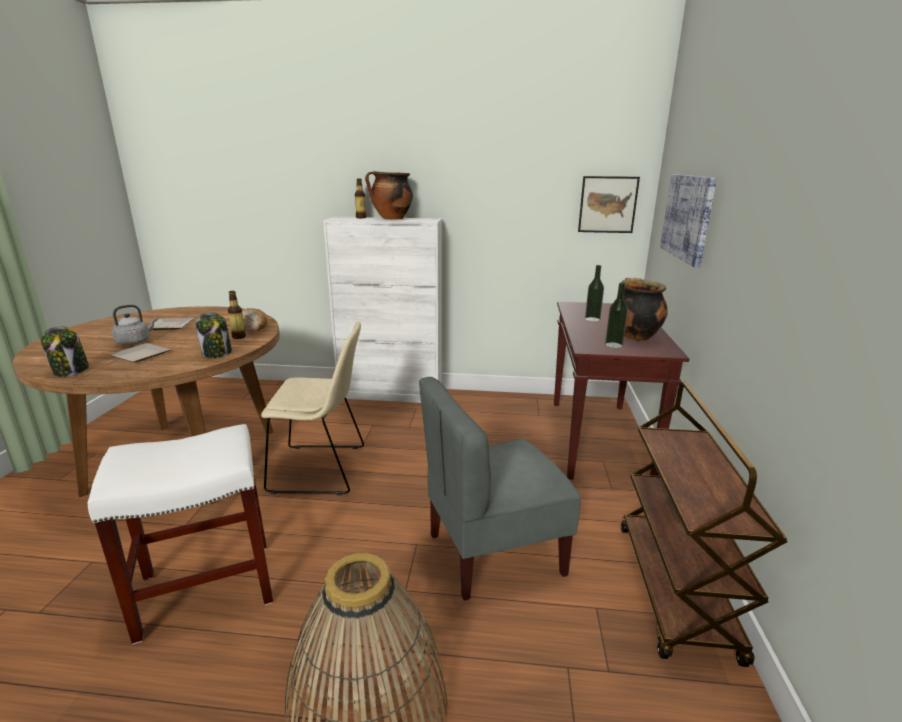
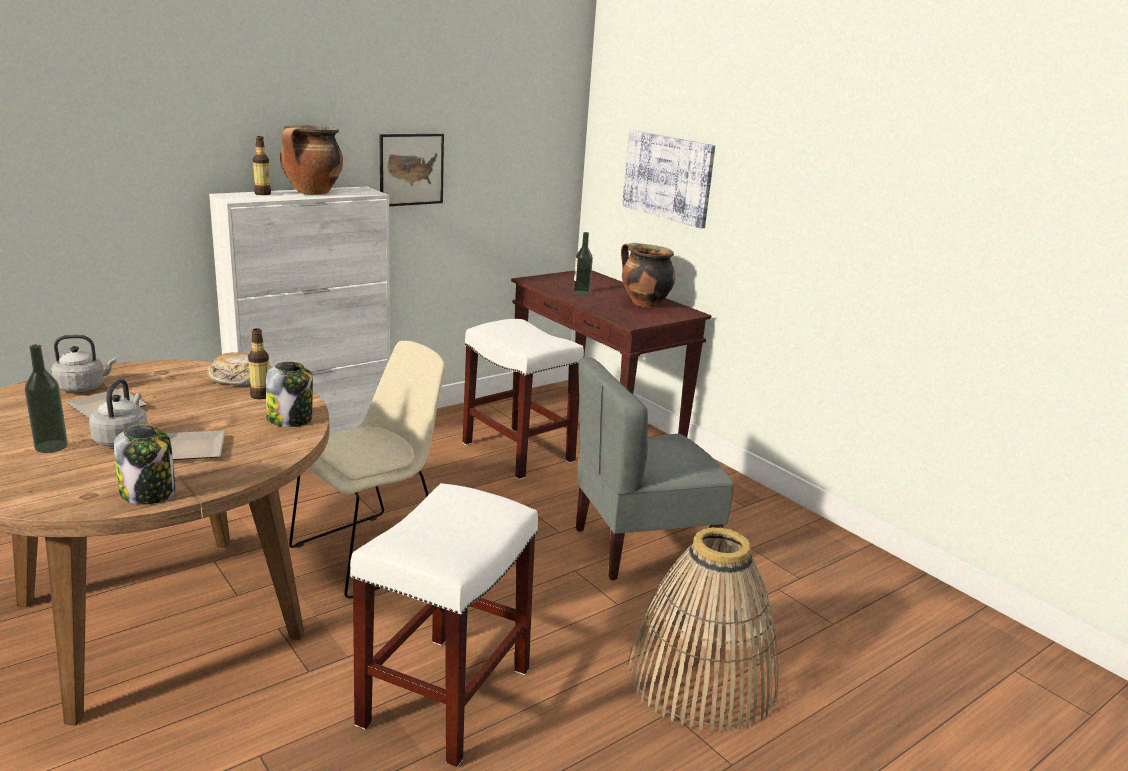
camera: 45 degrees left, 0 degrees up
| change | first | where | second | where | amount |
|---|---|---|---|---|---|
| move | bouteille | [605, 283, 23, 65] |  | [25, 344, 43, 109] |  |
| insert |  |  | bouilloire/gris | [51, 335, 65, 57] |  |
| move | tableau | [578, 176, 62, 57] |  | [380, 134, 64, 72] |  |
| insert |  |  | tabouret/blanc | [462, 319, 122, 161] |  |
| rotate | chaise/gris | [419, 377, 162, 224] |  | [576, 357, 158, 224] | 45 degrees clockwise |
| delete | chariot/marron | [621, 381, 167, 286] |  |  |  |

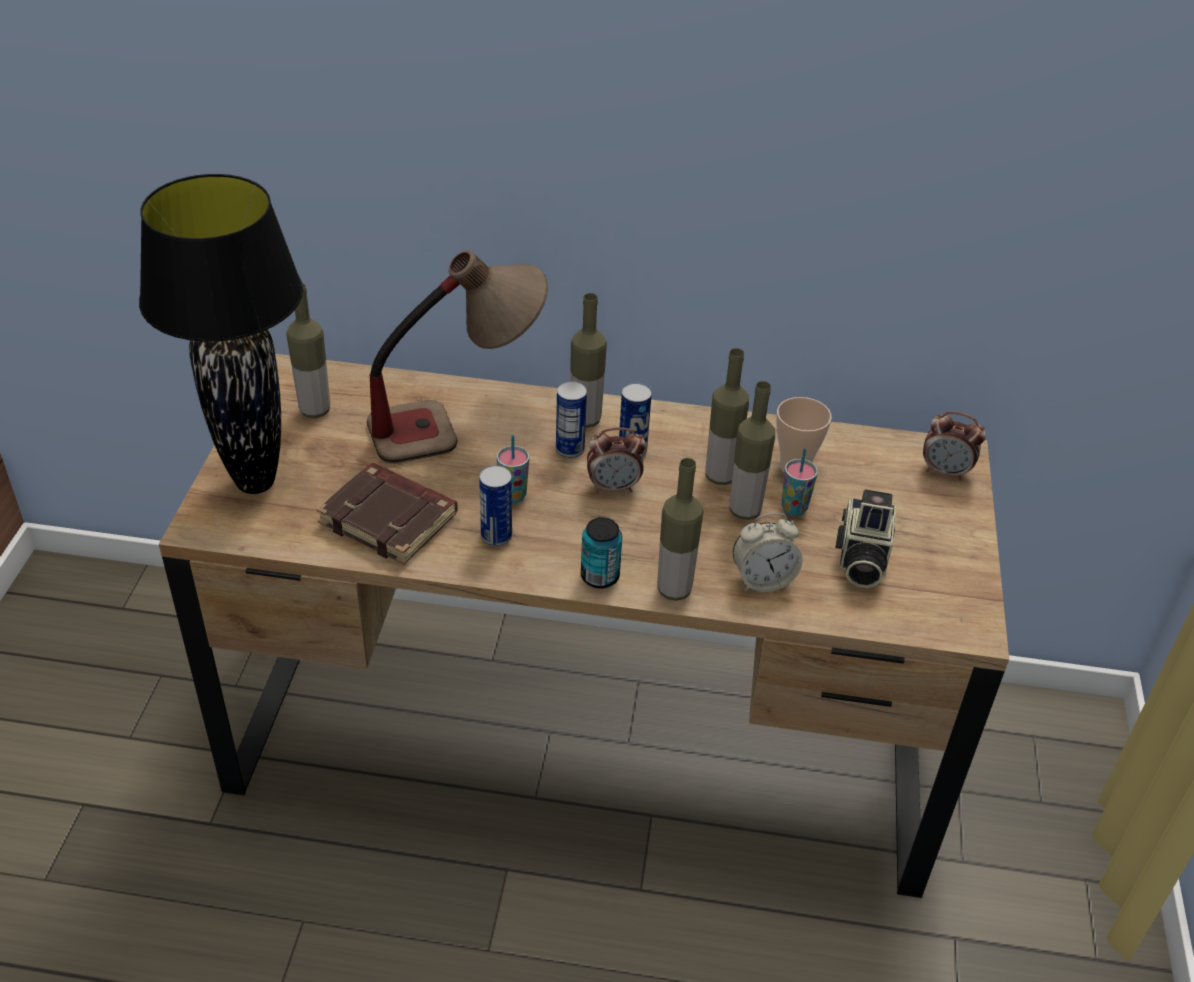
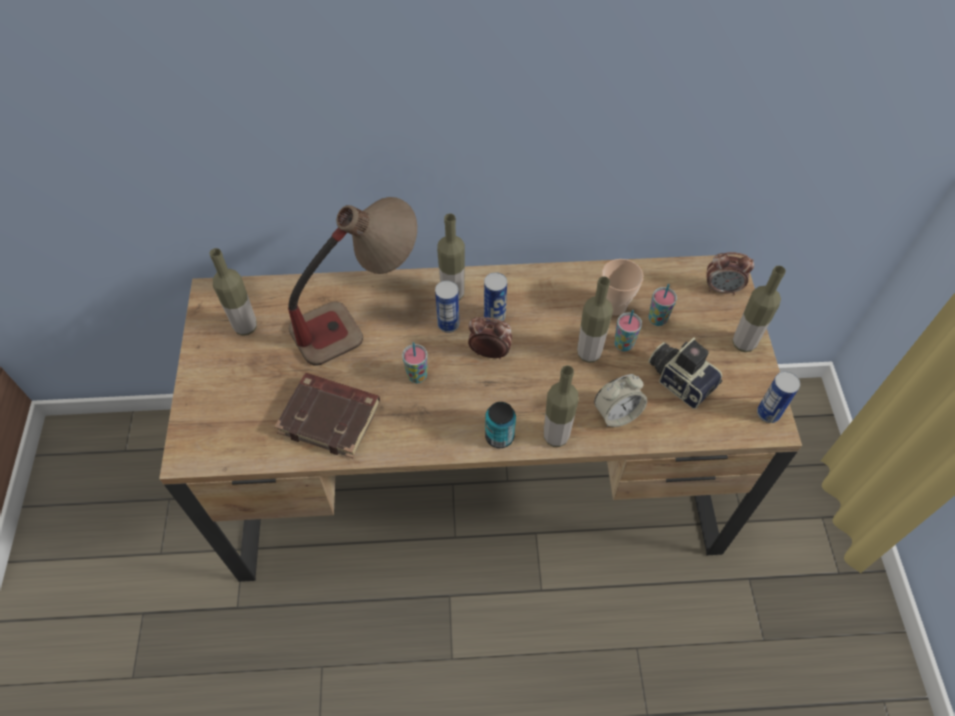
camera: 10 degrees left, 15 degrees up
| change | first | where | second | where | amount |
|---|---|---|---|---|---|
| rotate | réveil | [587, 427, 59, 66] |  | [468, 317, 44, 42] | 150 degrees counterclockwise |
| insert |  |  | tasse | [649, 284, 28, 42] |  |
| rotate | appareil photo | [835, 489, 61, 99] |  | [649, 338, 73, 71] | 135 degrees clockwise |
| move | bouteille | [705, 348, 44, 137] |  | [732, 266, 54, 86] |  |
| move | boîte métallique | [479, 465, 33, 81] |  | [757, 371, 43, 52] |  |
| delete | lampe de table/noir | [139, 174, 164, 320] |  |  |  |

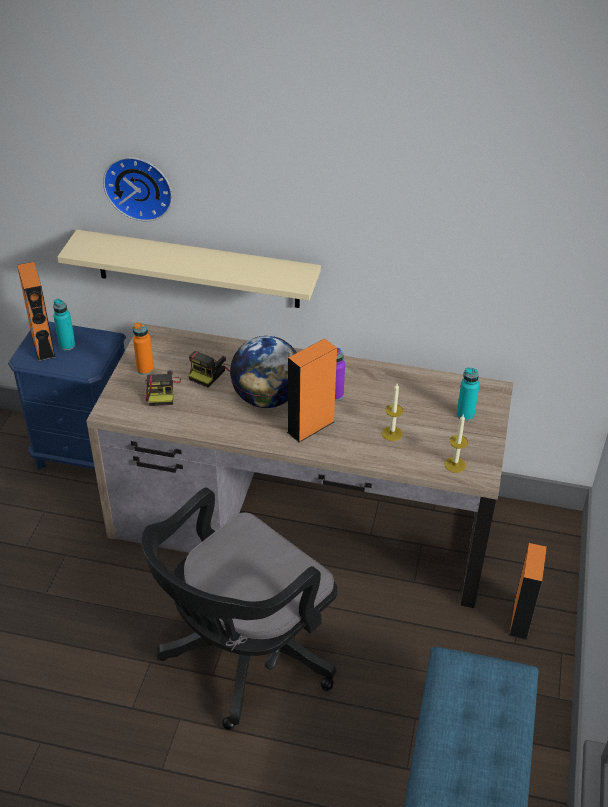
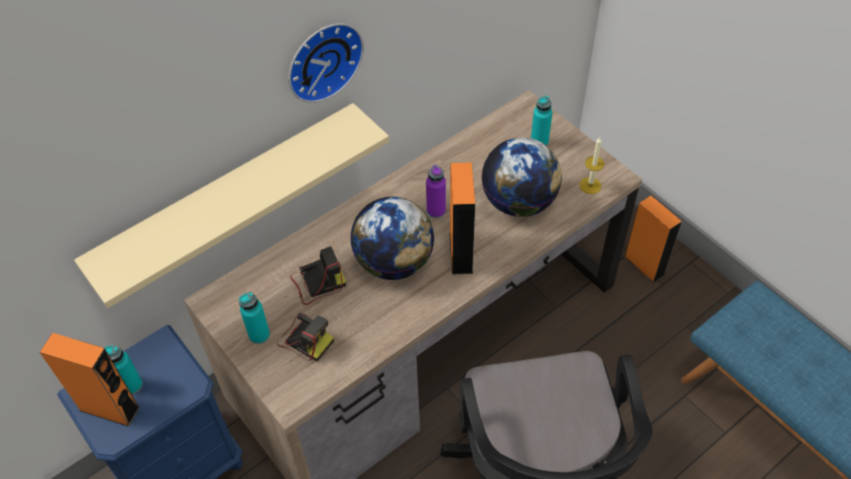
camera: 50 degrees left, 10 degrees up
| change | first | where | second | where | amount |
|---|---|---|---|---|---|
| recolor | bouteille/orange | [133, 322, 21, 53] | bouteille/turquoise | [239, 292, 31, 52] |  |
| move | horloge murale | [103, 157, 69, 65] |  | [289, 23, 75, 80] |  |
| rotate | appareil photo | [189, 351, 42, 37] |  | [290, 246, 56, 59] | 90 degrees counterclockwise |
| replace | bougie | [382, 384, 21, 57] | globe | [482, 137, 80, 80] |  |

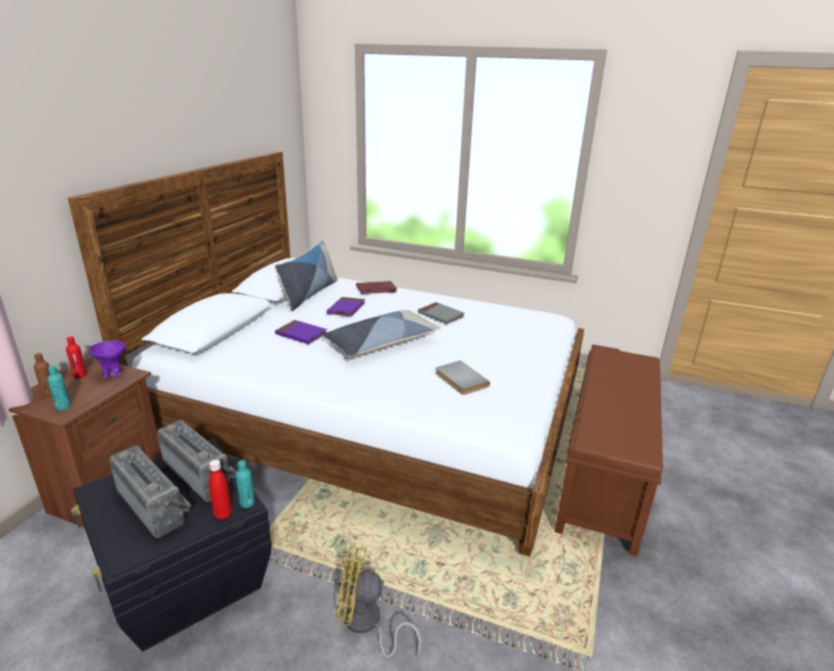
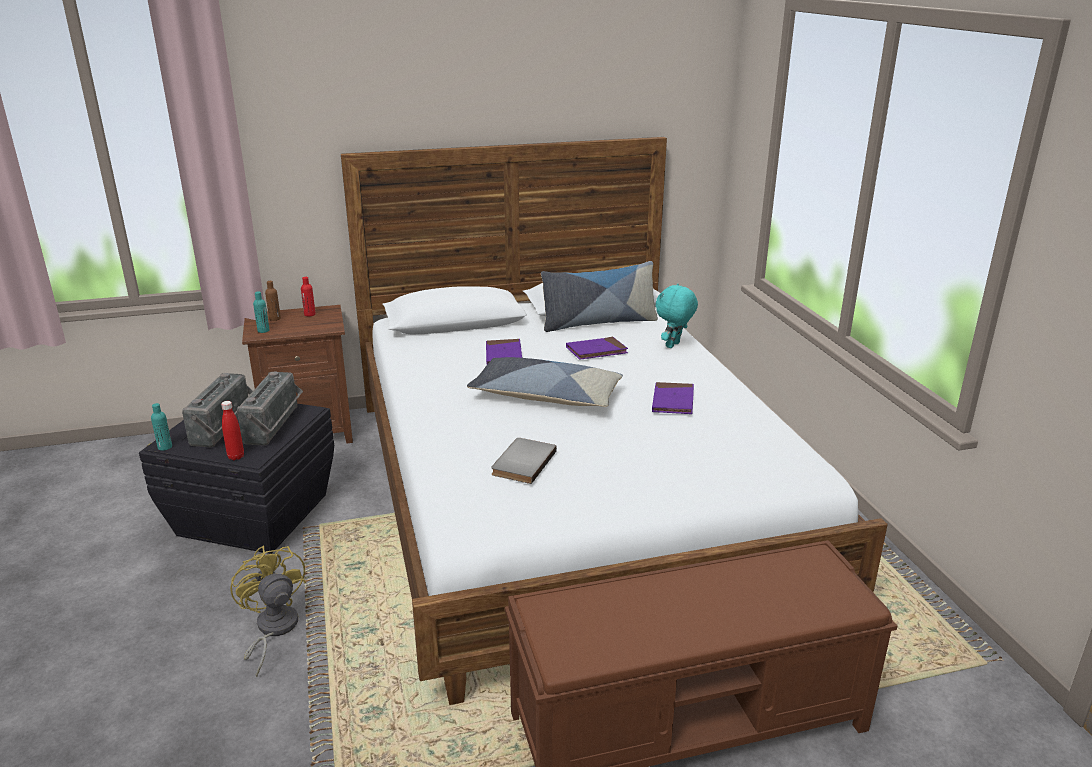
camera: 55 degrees right, 0 degrees up
| change | first | where | second | where | amount |
|---|---|---|---|---|---|
| move | bouteille/turquoise | [236, 460, 19, 48] |  | [151, 403, 21, 48] |  |
| recolor | livre/gris | [418, 302, 47, 22] | livre/violet | [652, 382, 42, 32] |  |
| replace | livre/rouge | [356, 281, 41, 13] | peluche/turquoise | [656, 284, 42, 64] |  |
| delete | bol/violet | [88, 340, 38, 38] |  |  |  |

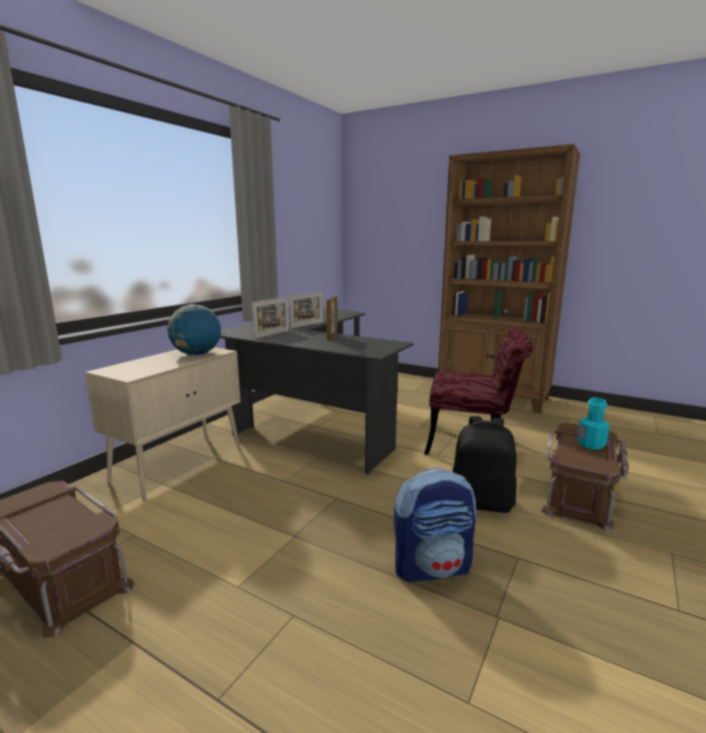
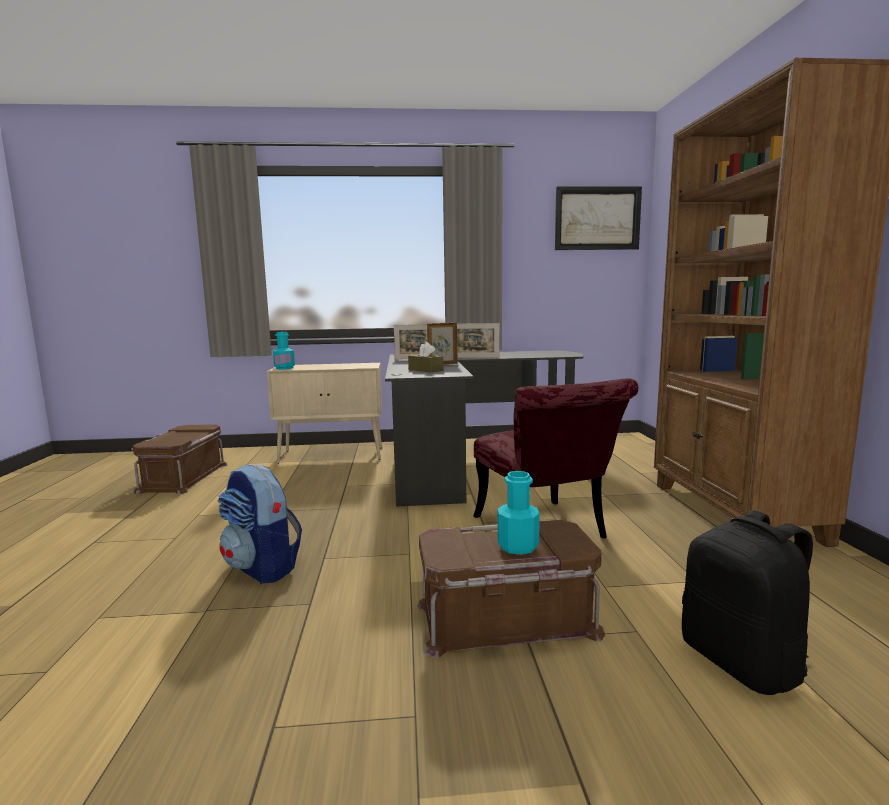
camera: 55 degrees right, 5 degrees down
| change | first | where | second | where | amount |
|---|---|---|---|---|---|
| insert |  |  | bouteille/turquoise | [273, 332, 22, 37] |  |
| insert |  |  | boîte à mouchoirs/marron | [408, 342, 36, 31] |  |
| insert |  |  | tableau | [555, 187, 87, 63] |  |
| move | sac à dos/noir | [453, 416, 64, 97] |  | [682, 510, 131, 185] |  |
| delete | globe | [167, 304, 54, 51] |  |  |  |

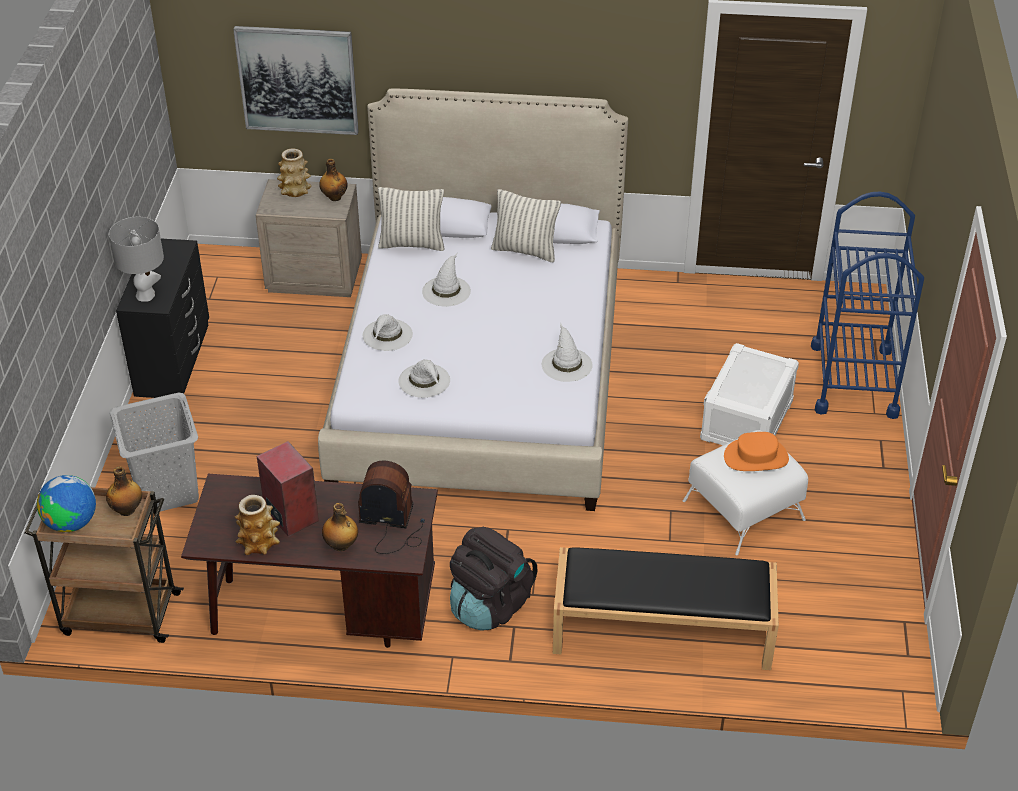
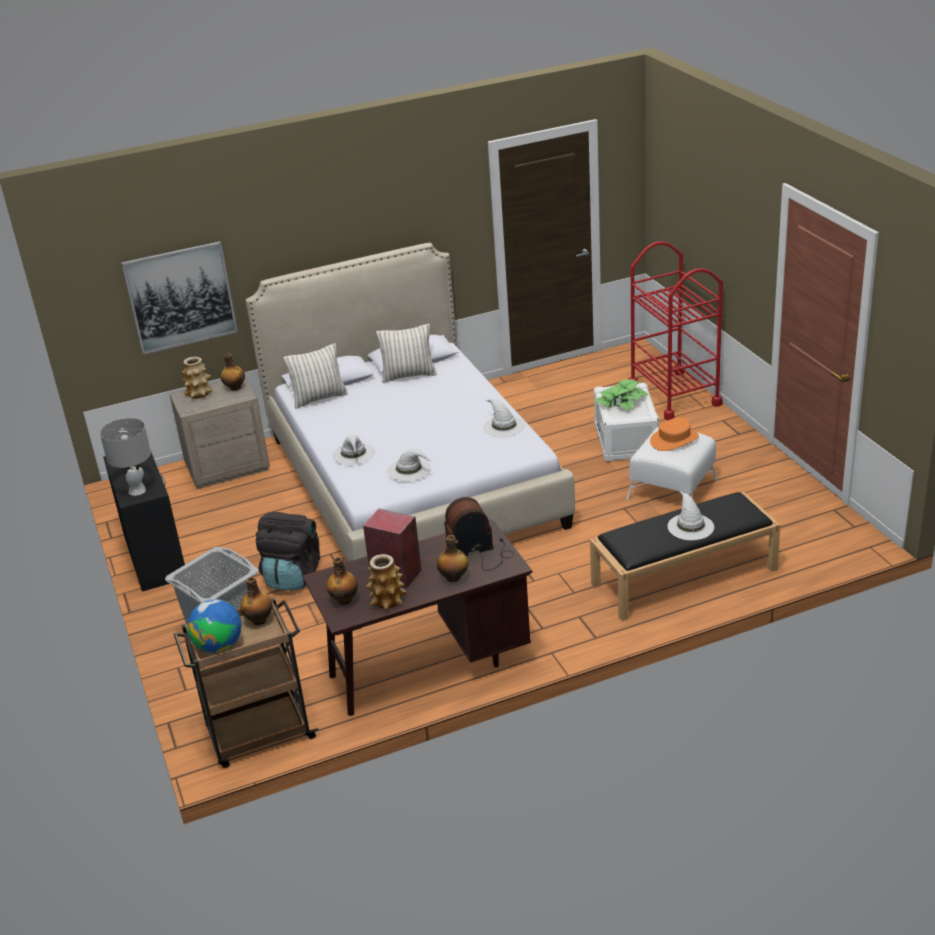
camera: 25 degrees left, 10 degrees down
| change | first | where | second | where | amount |
|---|---|---|---|---|---|
| move | sac à dos/noir | [450, 527, 87, 104] |  | [256, 512, 64, 79] |  |
| insert |  |  | bouteille | [327, 557, 31, 48] |  |
| insert |  |  | plante en pot | [594, 379, 54, 32] |  |
| recolor | chariot/bleu | [811, 192, 113, 227] | chariot/rouge | [628, 241, 95, 180] |  |
| move | chapeau/blanc | [422, 253, 49, 54] |  | [667, 491, 47, 49] |  |

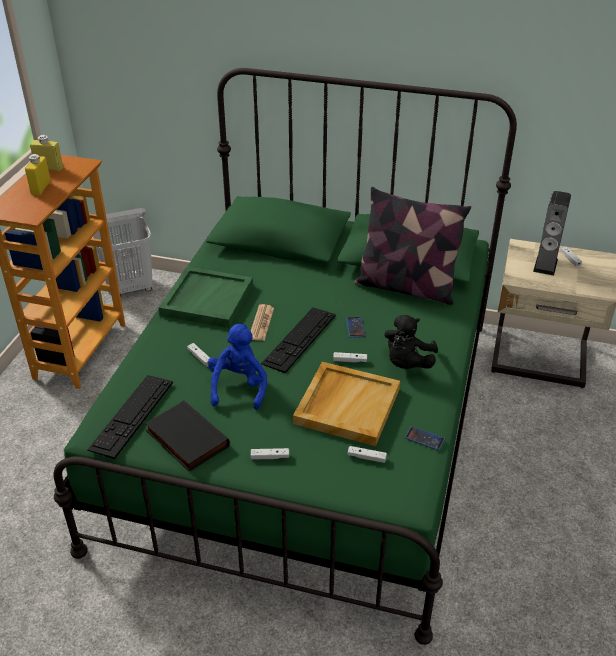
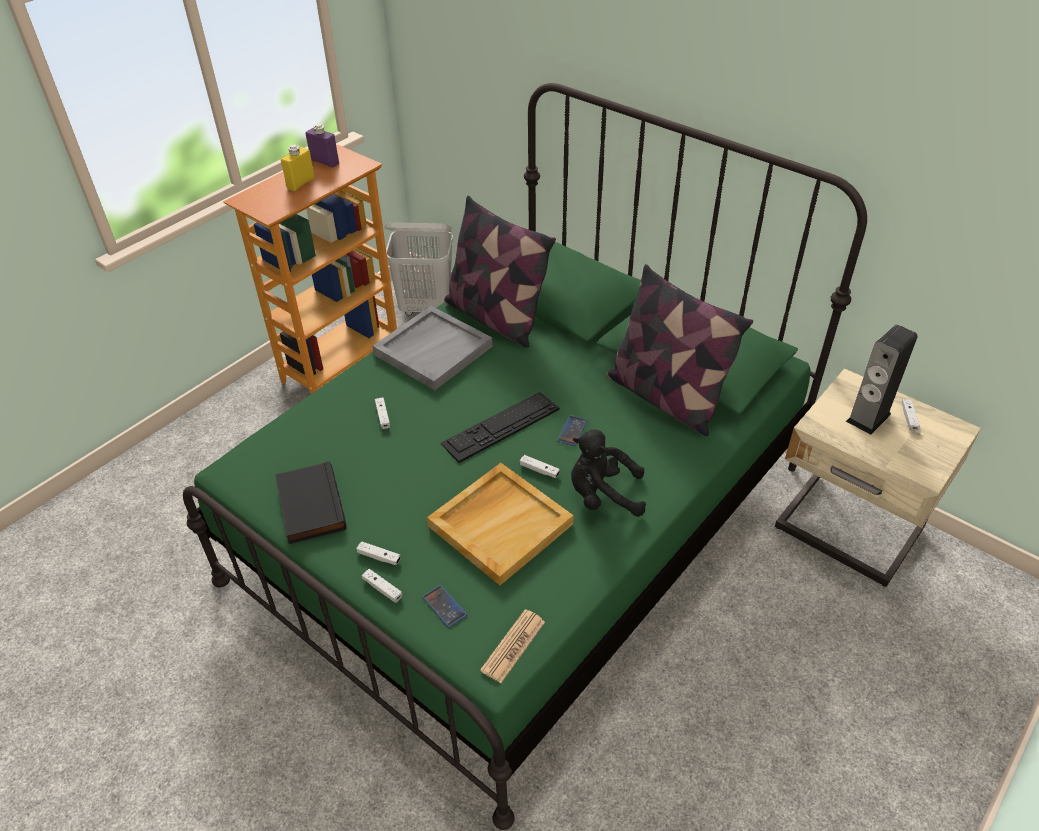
camera: 25 degrees right, 5 degrees up
| change | first | where | second | where | amount |
|---|---|---|---|---|---|
| recolor | bouteille/jaune | [30, 135, 33, 36] | bouteille/violet | [305, 124, 34, 44] |  |
| move | manette/blanc | [348, 446, 39, 17] |  | [362, 569, 40, 34] |  |
| recolor | plateau/vert | [158, 267, 95, 61] | plateau/gris | [372, 306, 121, 84] |  |
| move | téléphone | [404, 426, 41, 25] |  | [422, 585, 45, 43] |  |
| insert |  |  | coussin | [444, 196, 112, 152] |  |
| move | journal | [250, 304, 24, 37] |  | [480, 609, 65, 74] |  |
| rotate | peluche/noir | [384, 315, 54, 54] |  | [571, 429, 75, 88] | 45 degrees clockwise |
| delete | clavier | [87, 375, 86, 84] |  |  |  |
| delete | peluche/bleu | [208, 324, 59, 86] |  |  |  |

